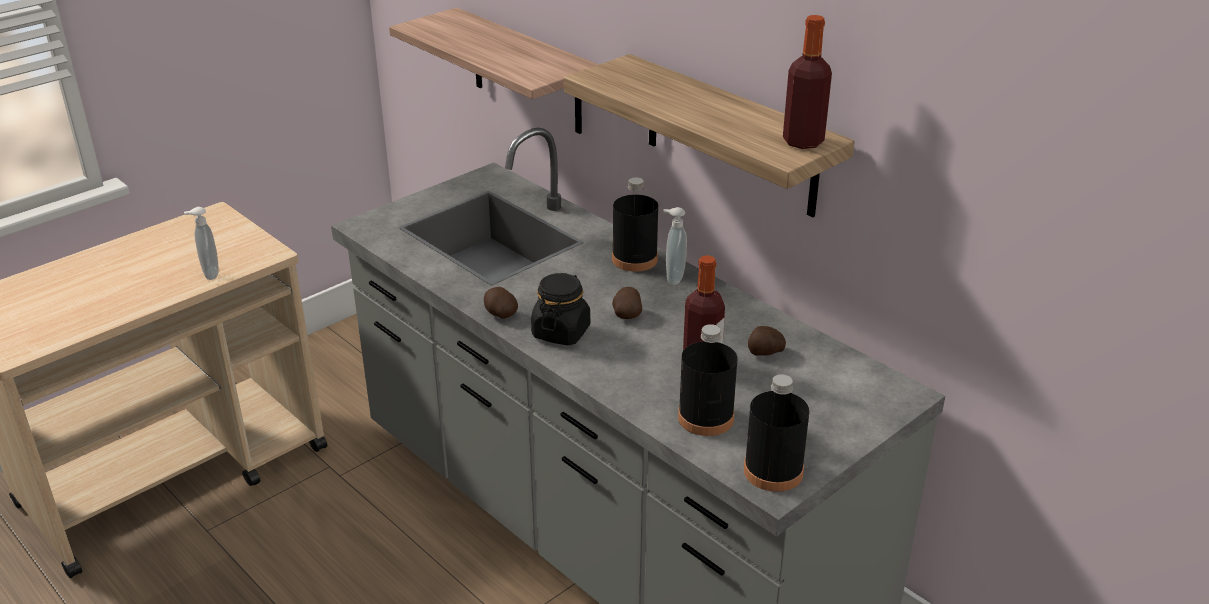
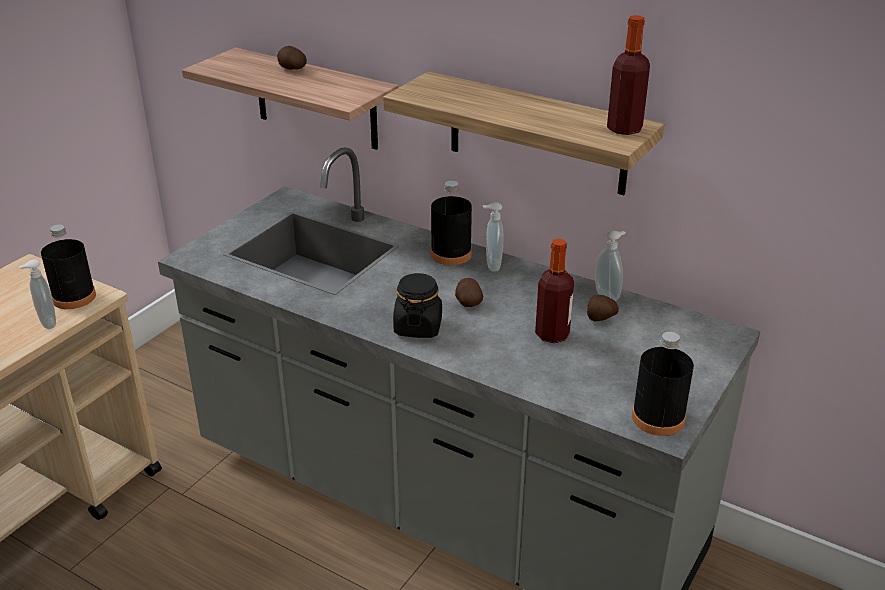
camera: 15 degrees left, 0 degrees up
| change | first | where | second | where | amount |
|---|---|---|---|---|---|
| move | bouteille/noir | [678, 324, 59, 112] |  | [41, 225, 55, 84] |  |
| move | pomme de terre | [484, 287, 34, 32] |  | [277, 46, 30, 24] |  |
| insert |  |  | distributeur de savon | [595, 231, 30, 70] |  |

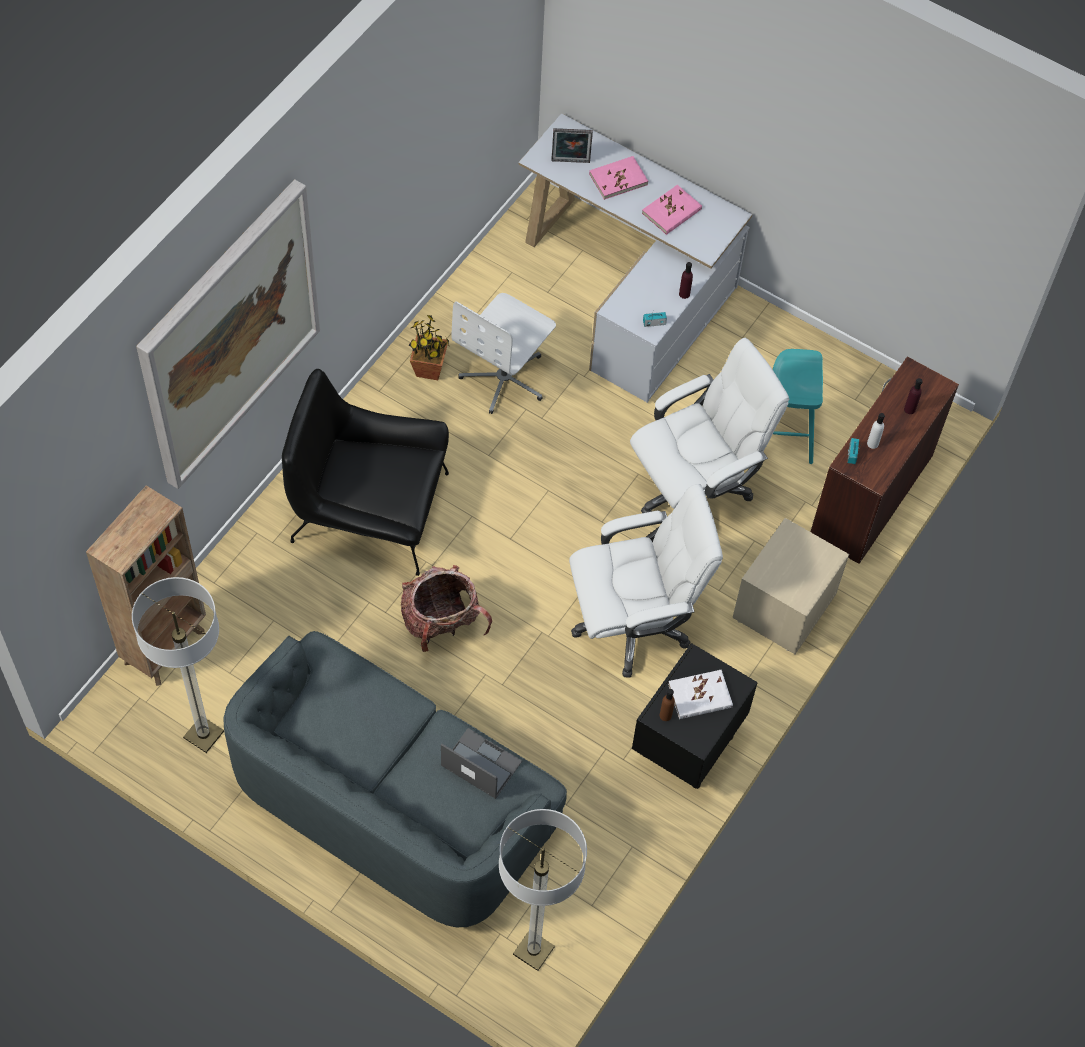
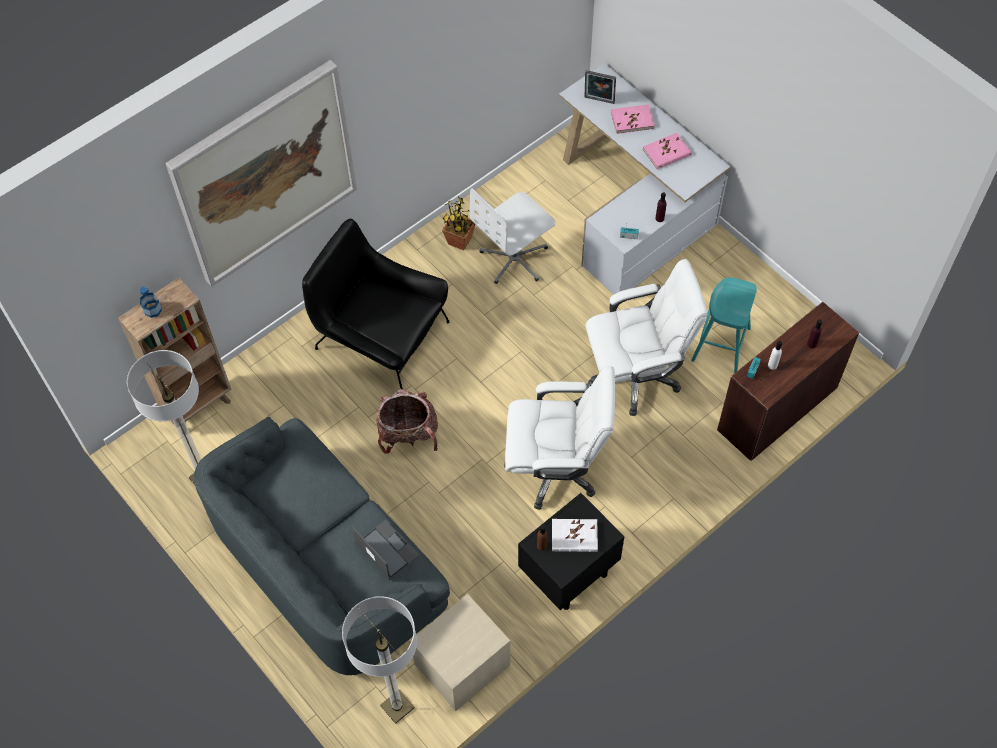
camera: 20 degrees right, 0 degrees up
| change | first | where | second | where | amount |
|---|---|---|---|---|---|
| insert |  |  | bouteille | [140, 286, 22, 32] |  |
| move | table de chevet/beige | [732, 518, 117, 136] |  | [410, 594, 101, 118] |  |

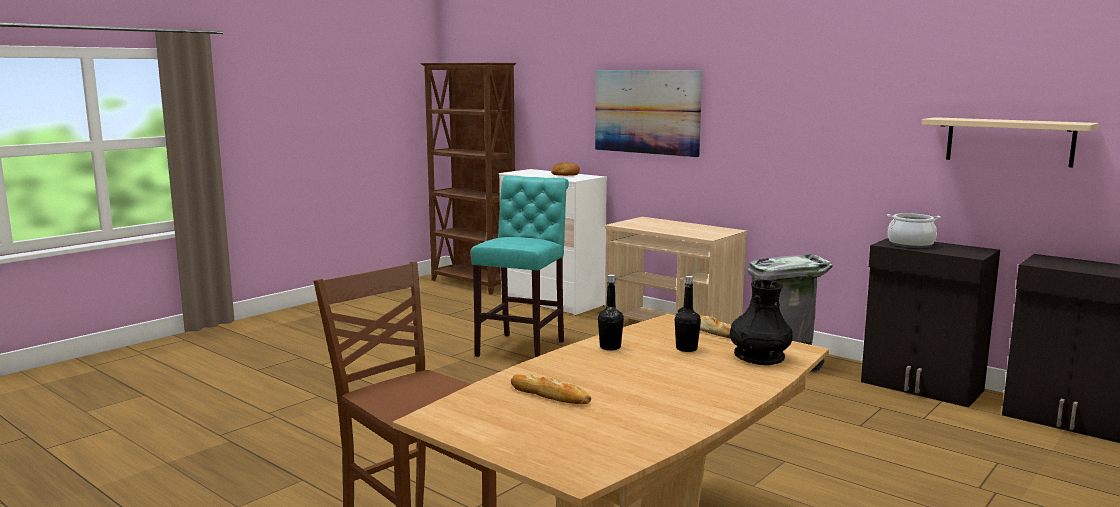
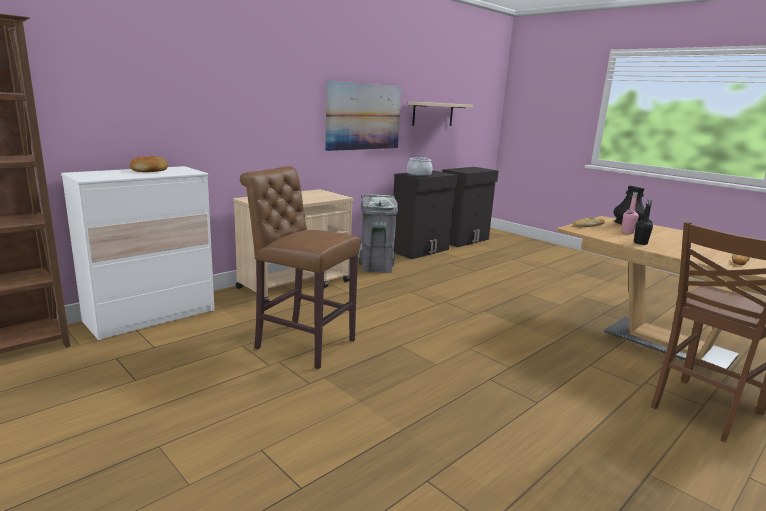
camera: 85 degrees left, 5 degrees up
| change | first | where | second | where | amount |
|---|---|---|---|---|---|
| recolor | tabouret/turquoise | [471, 176, 98, 181] | tabouret/marron | [240, 166, 121, 203] |  |
| move | tableau | [595, 70, 107, 87] |  | [325, 81, 76, 70] |  |
| recolor | bouteille/noir | [675, 276, 26, 76] | bouteille/rose | [621, 192, 18, 42] |  |

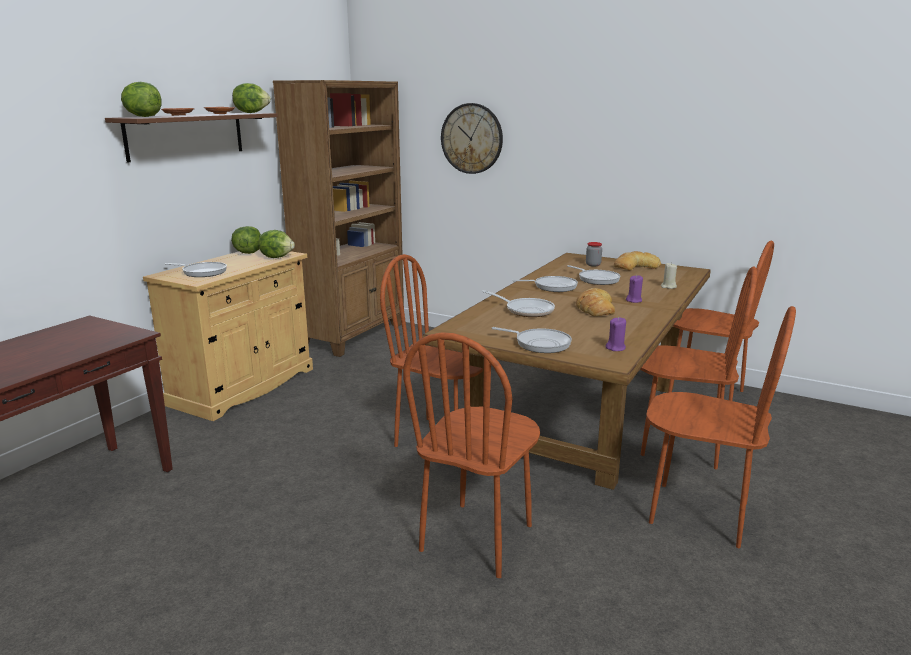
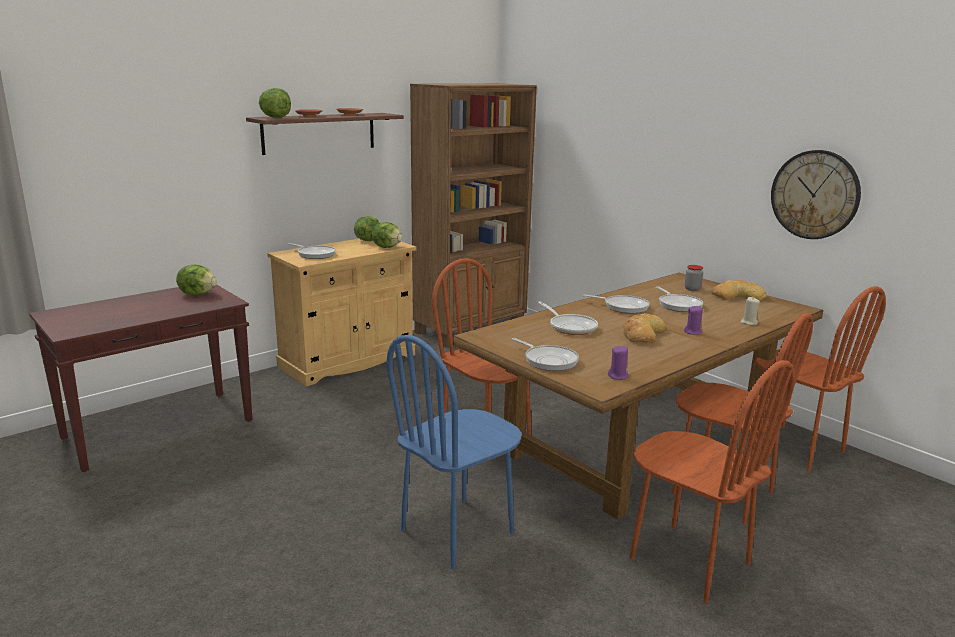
camera: 20 degrees right, 0 degrees up
| change | first | where | second | where | amount |
|---|---|---|---|---|---|
| move | laitue | [232, 83, 39, 30] |  | [176, 264, 41, 32] |  |
| recolor | chaise/marron | [403, 332, 137, 246] | chaise/bleu | [387, 335, 135, 235] |  |
| move | horloge murale | [441, 103, 62, 71] |  | [771, 150, 90, 89] |  |

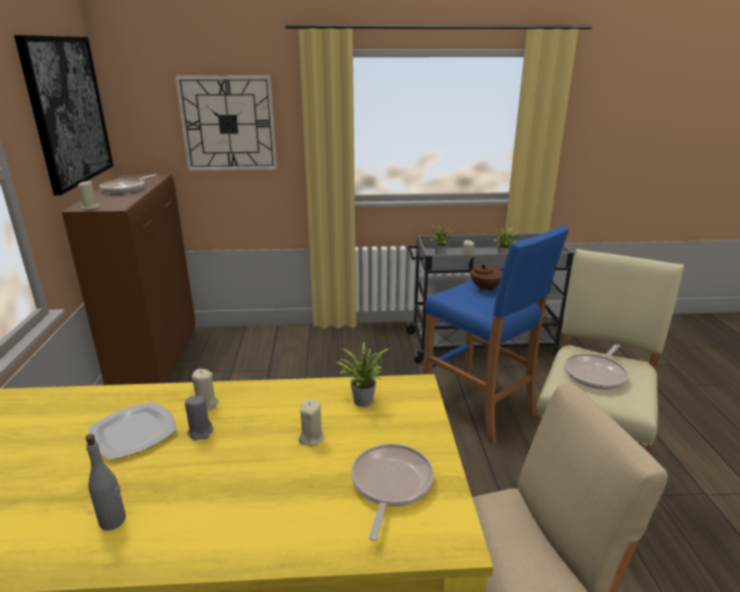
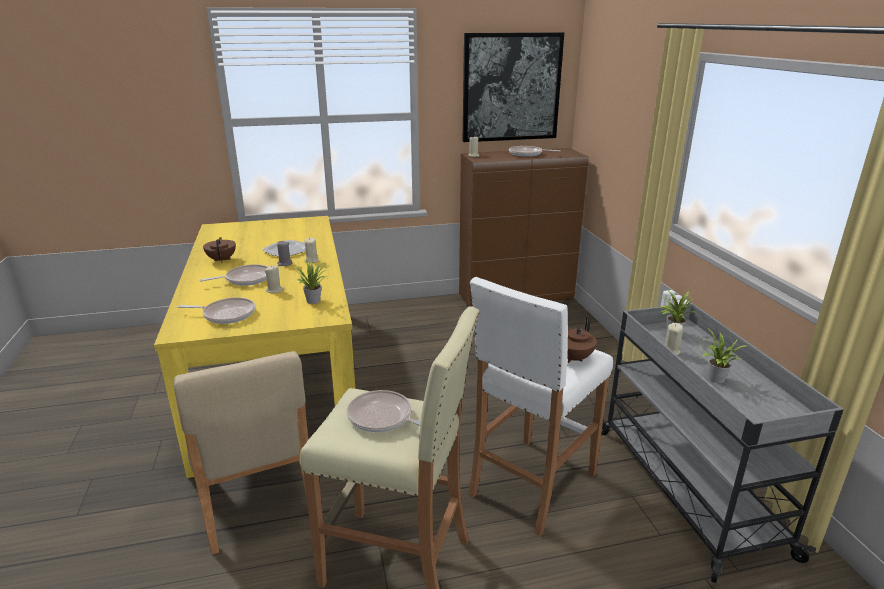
camera: 80 degrees right, 0 degrees up
| change | first | where | second | where | amount |
|---|---|---|---|---|---|
| insert |  |  | poêle | [199, 264, 69, 22] |  |
| replace | bouteille/gris | [86, 434, 40, 97] | théière/marron | [203, 237, 33, 26] |  |
| recolor | tabouret/bleu | [423, 226, 146, 218] | tabouret/blanc | [468, 277, 145, 260] |  |
| delete | horloge murale | [175, 75, 102, 96] |  |  |  |

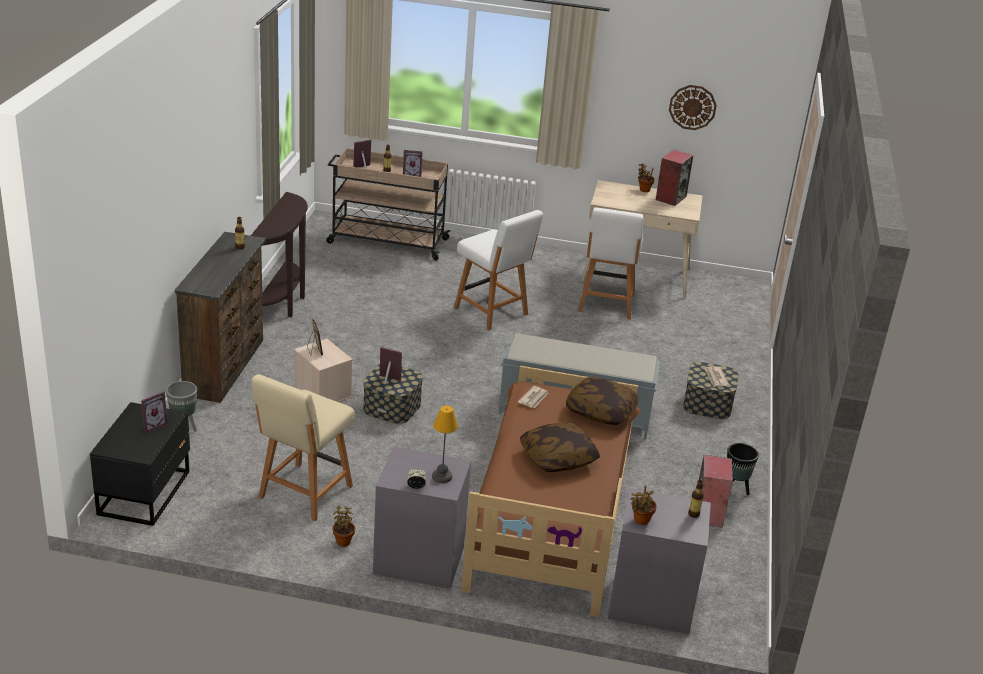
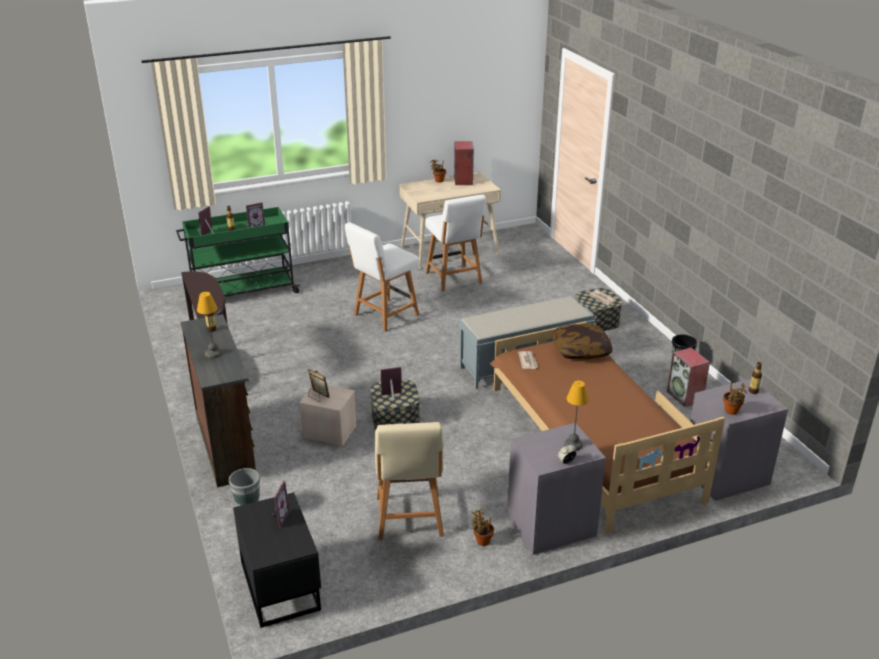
camera: 30 degrees left, 0 degrees up
| change | first | where | second | where | amount |
|---|---|---|---|---|---|
| recolor | chariot/beige | [326, 148, 125, 112] | chariot/vert | [176, 207, 124, 90] |  |
| insert |  |  | lampe de table | [197, 292, 25, 66] |  |
| rotate | chaise/blanc | [454, 210, 89, 120] |  | [345, 222, 75, 110] | 120 degrees clockwise |
| delete | coussin | [520, 422, 80, 50] |  |  |  |
| delete | horloge murale | [669, 85, 48, 45] |  |  |  |

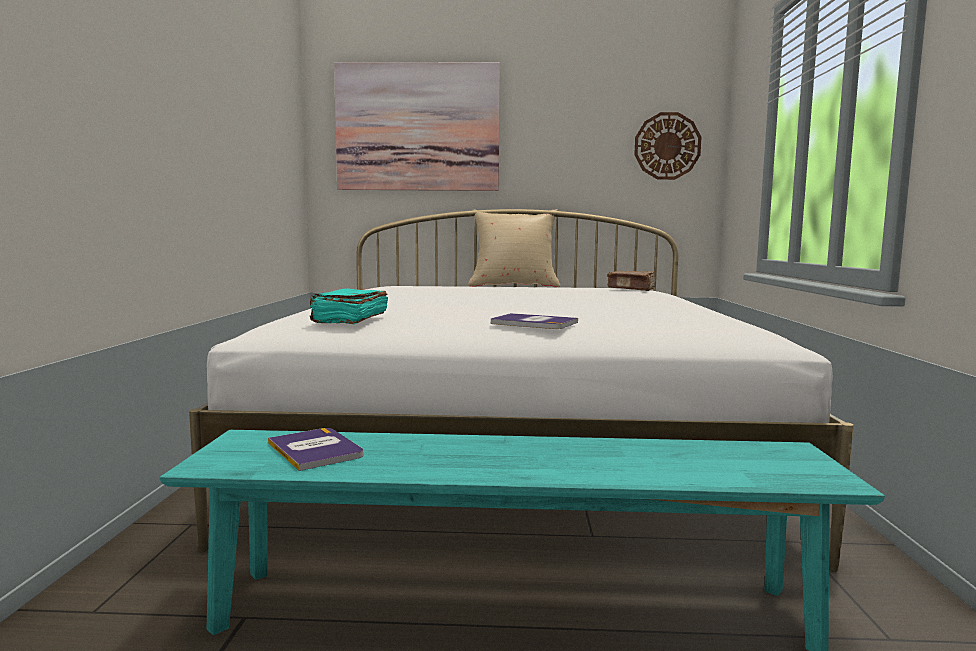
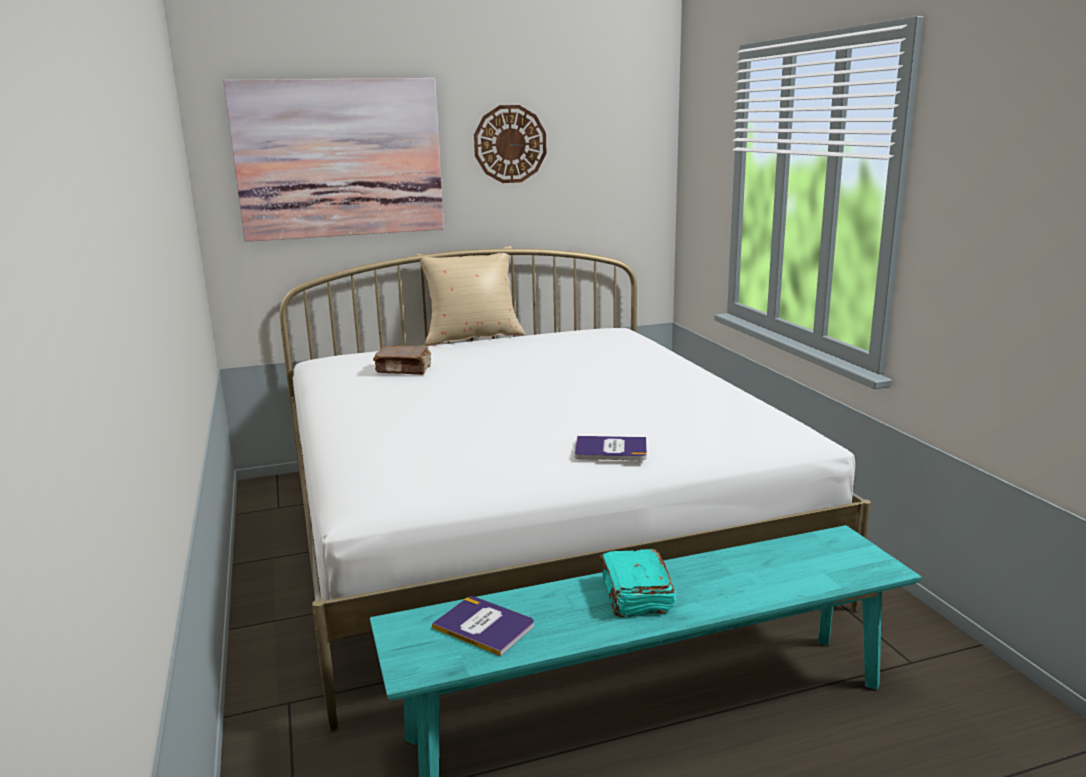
camera: 20 degrees left, 10 degrees up
| change | first | where | second | where | amount |
|---|---|---|---|---|---|
| move | livre/marron | [607, 271, 49, 20] |  | [373, 345, 58, 30] |  |
| move | horloge murale | [634, 112, 67, 68] |  | [474, 105, 72, 78] |  |
| move | livre/turquoise | [309, 288, 79, 36] |  | [600, 549, 76, 68] |  |

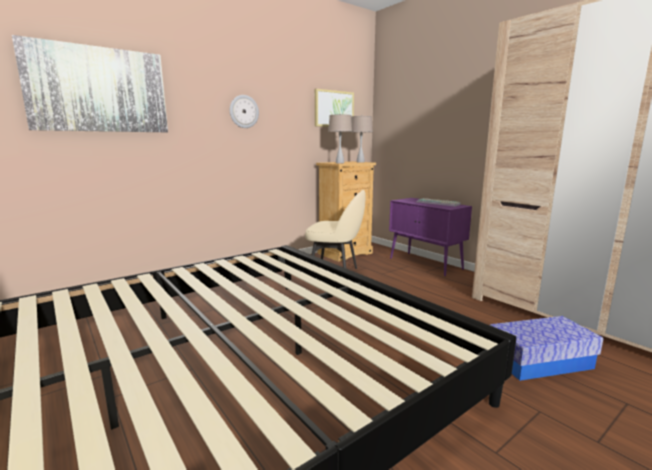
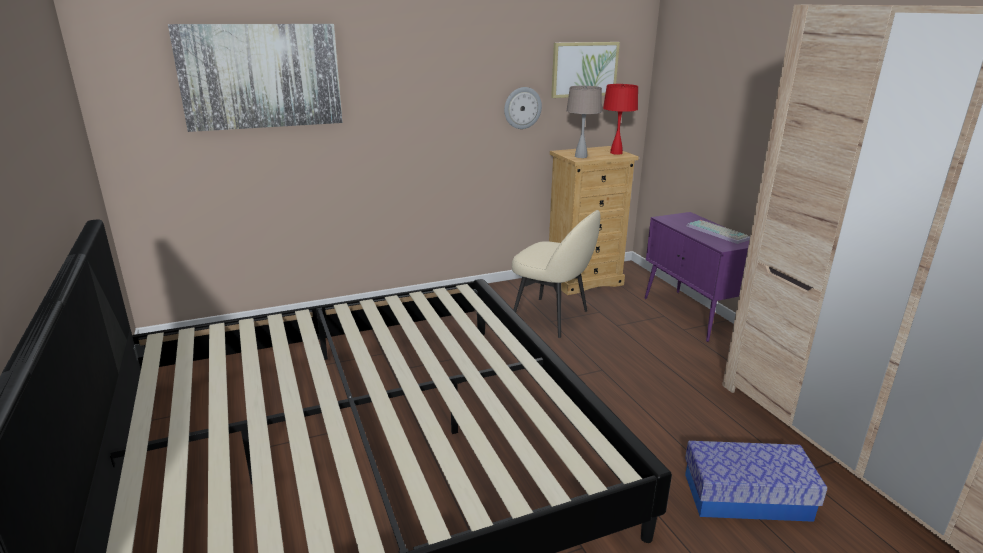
camera: 15 degrees right, 10 degrees up
| change | first | where | second | where | amount |
|---|---|---|---|---|---|
| move | horloge murale | [230, 95, 29, 33] |  | [504, 87, 38, 42] |  |
| recolor | lampe de table/beige | [351, 115, 22, 47] | lampe de table/rouge | [603, 84, 35, 71] |  |

